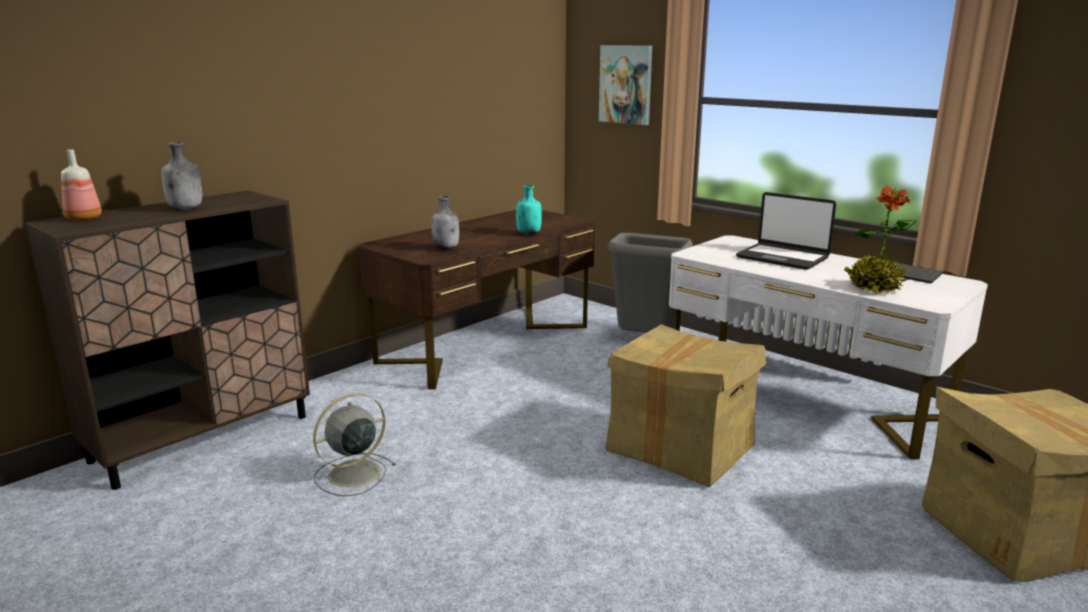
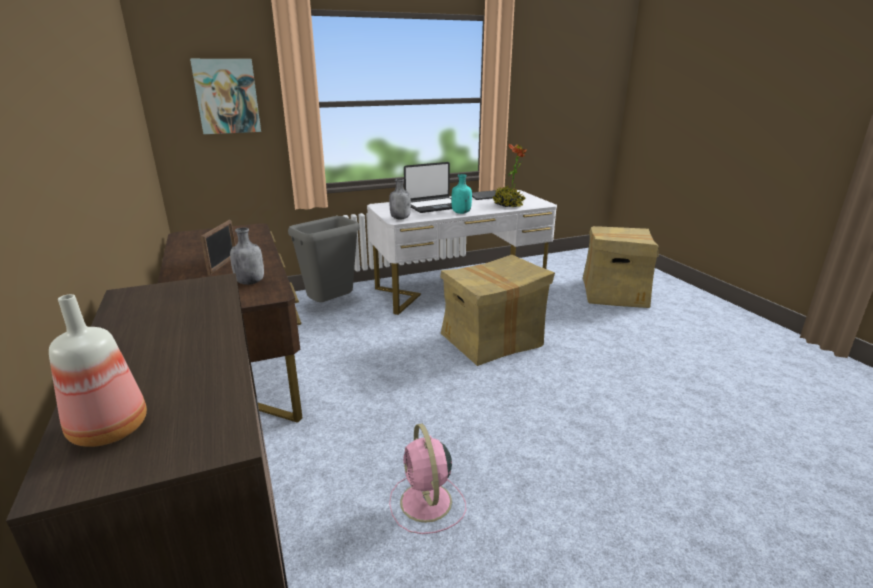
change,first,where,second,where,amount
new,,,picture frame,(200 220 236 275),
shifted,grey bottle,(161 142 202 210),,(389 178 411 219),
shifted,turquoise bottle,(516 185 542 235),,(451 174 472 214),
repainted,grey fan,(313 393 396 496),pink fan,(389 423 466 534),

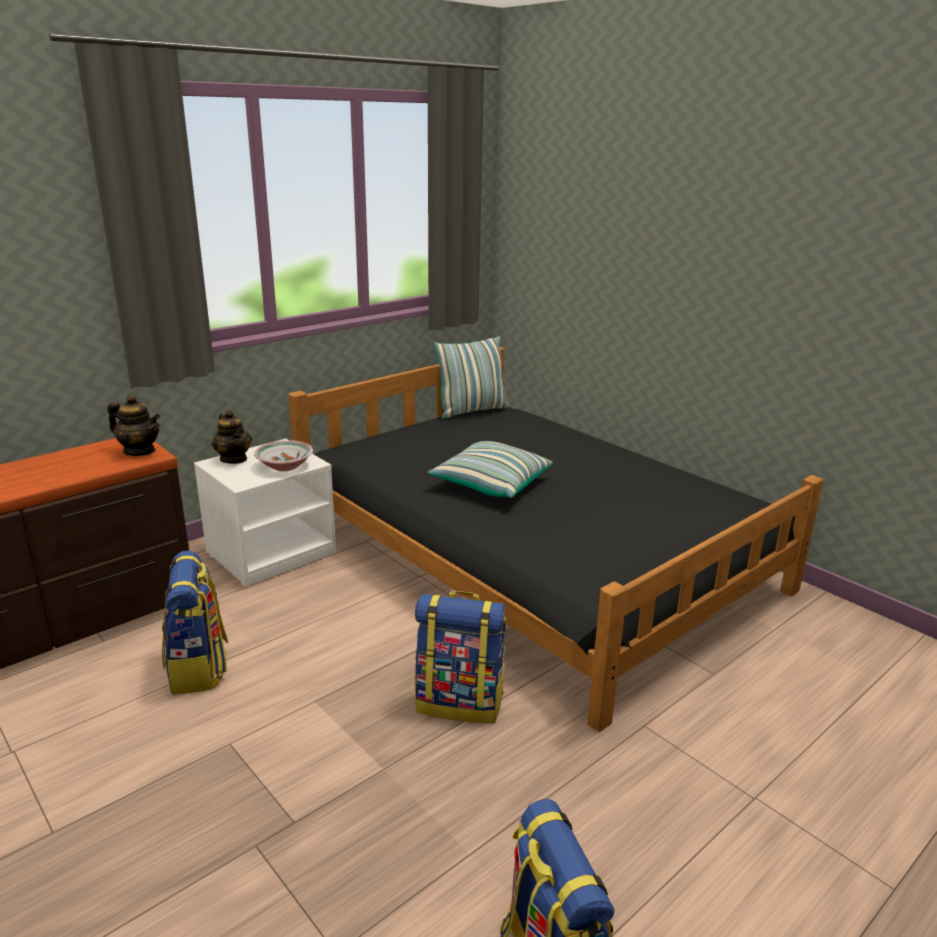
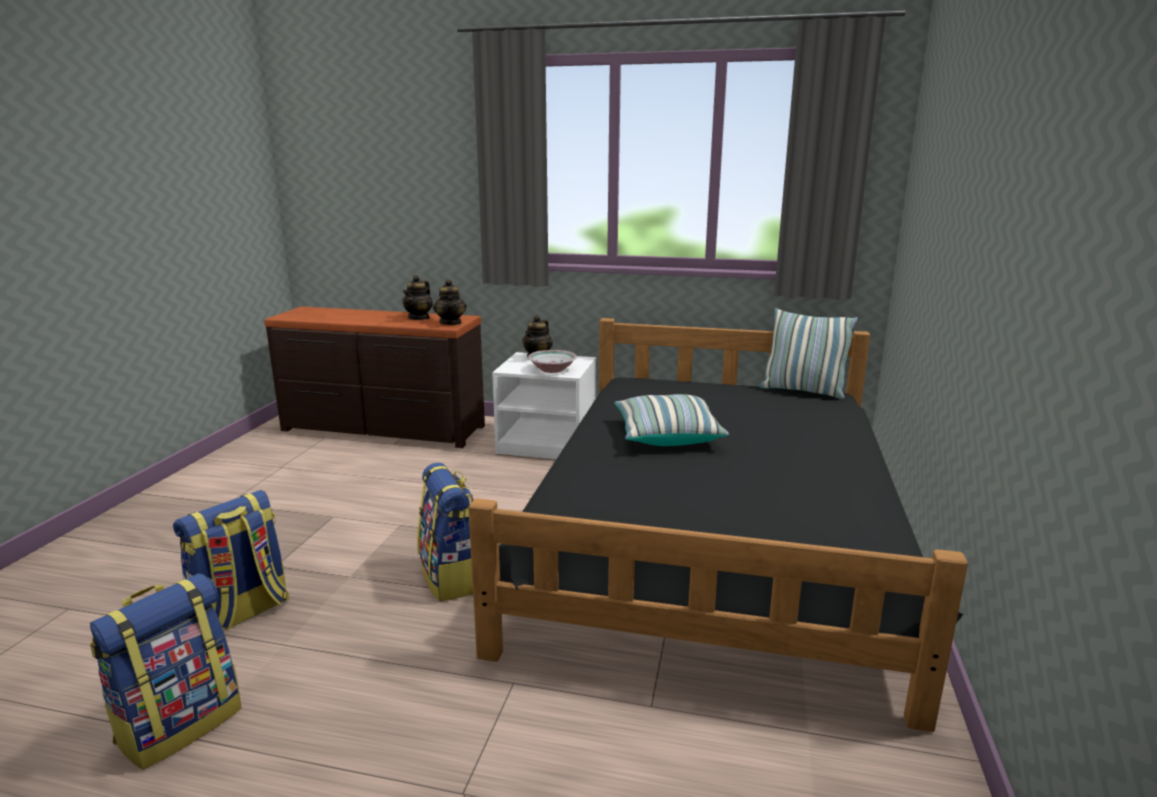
change,first,where,second,where,amount
new,,,teapot,(402 275 433 320),
shifted,backpack,(162 551 228 695),,(173 490 289 630),

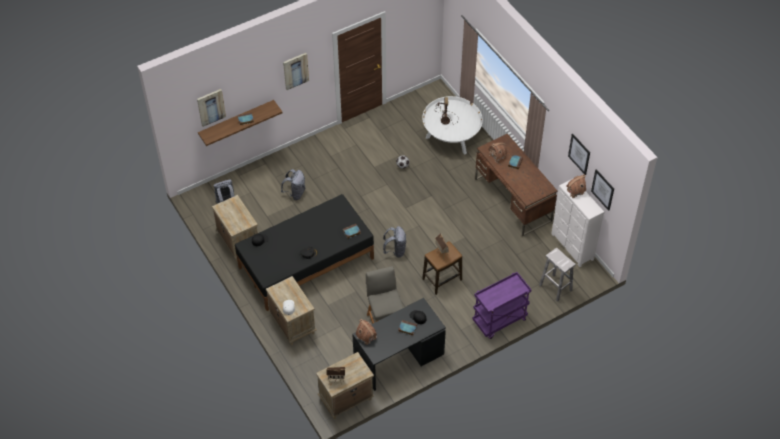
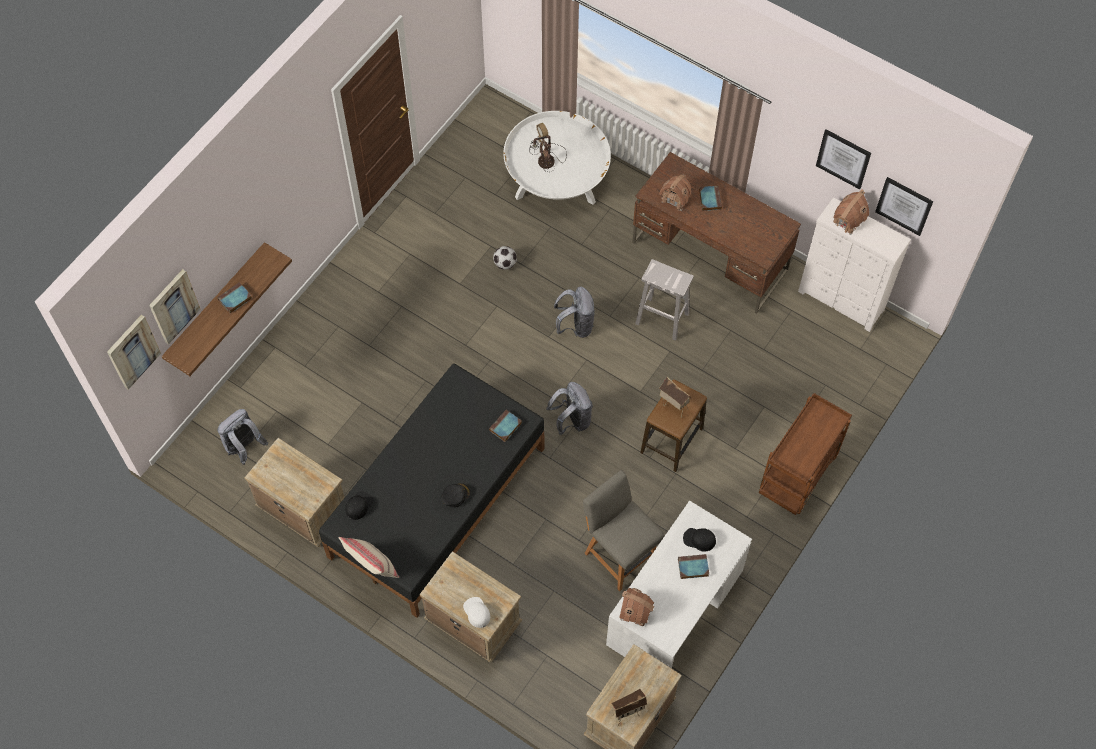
change,first,where,second,where,amount
new,,,beige pillow,(339 537 399 578),
shifted,grey backpack,(281 169 306 200),,(554 287 595 338),
shifted,picture,(283 53 309 90),,(107 315 161 390),
shifted,white stool,(539 248 576 302),,(635 259 694 341),
repainted,black desk,(352 298 446 391),white desk,(606 501 752 668),
repainted,purple cart,(473 272 532 339),brown cart,(759 393 852 515),

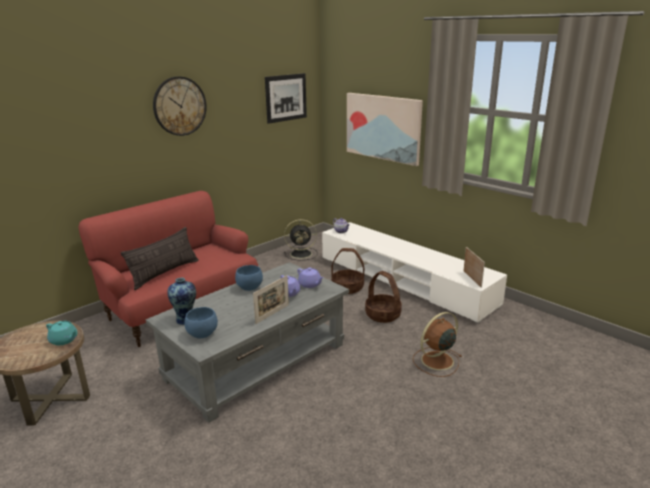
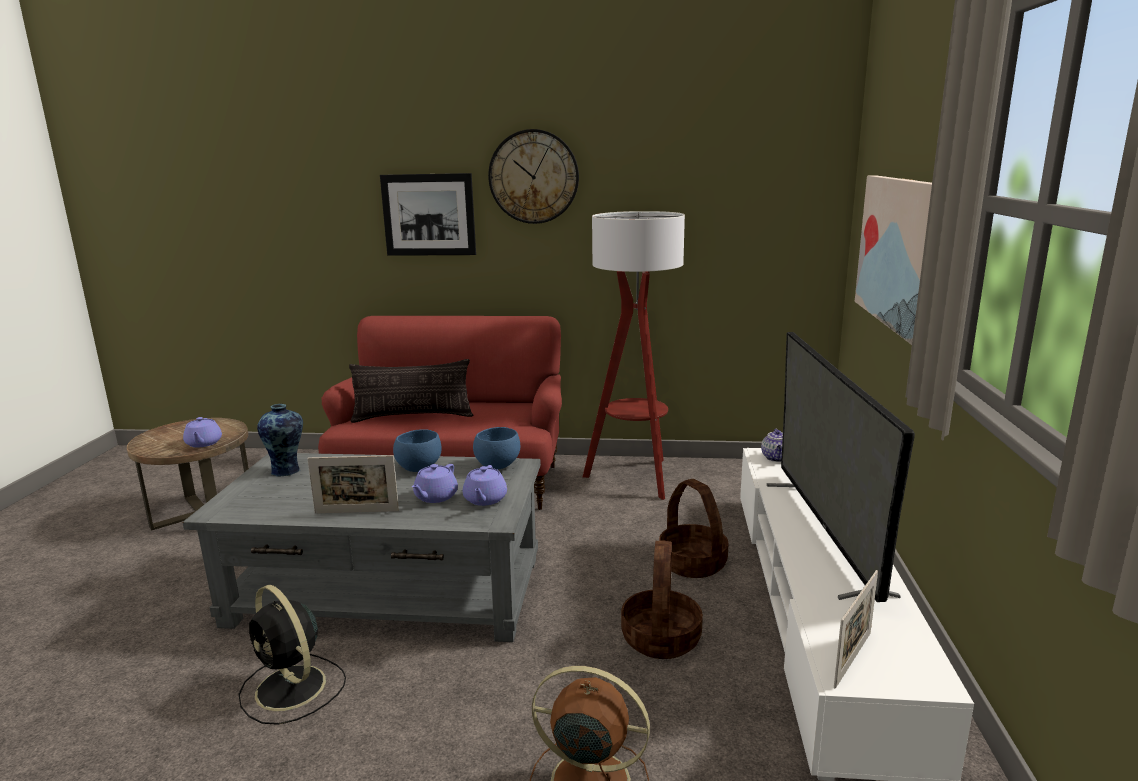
change,first,where,second,where,amount
new,,,floor lamp,(583 211 685 500),
new,,,television,(767 332 915 602),
shifted,blue bowl,(185 307 218 338),,(473 427 520 469),
shifted,picture,(265 73 307 124),,(380 173 476 256),
shifted,black fan,(284 219 318 260),,(239 585 346 725),
repainted,turquoise teapot,(46 321 77 345),purple teapot,(183 417 222 448),

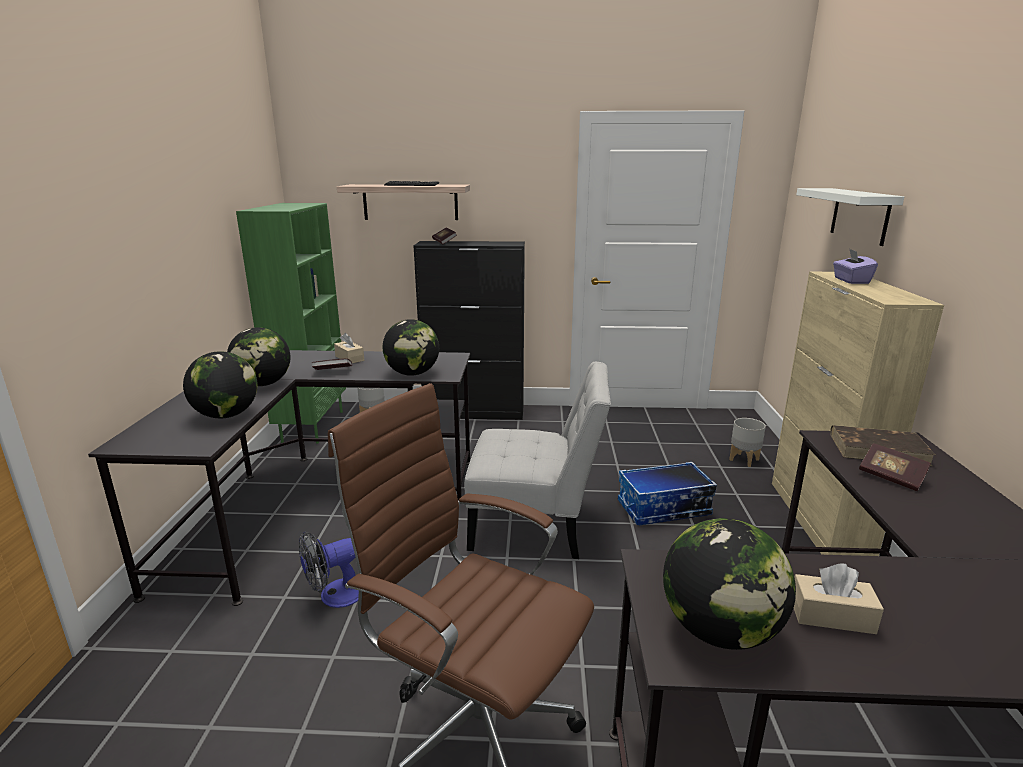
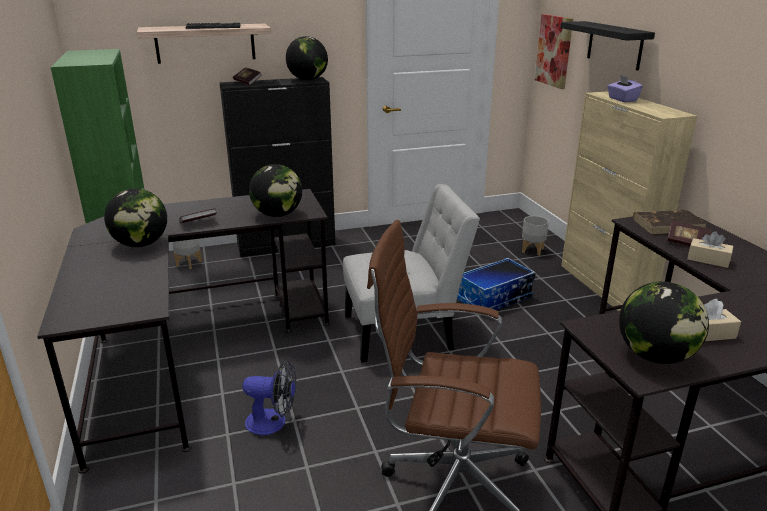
change,first,where,second,where,amount
new,,,picture,(535 14 573 89),
shifted,globe,(183 351 258 418),,(286 36 328 80),
shifted,beige tissue box,(334 333 364 363),,(687 231 733 268),
repainted,white shelf,(796 188 904 246),black shelf,(560 21 655 71),
rotated,fan,(299 532 359 608),,(242 361 296 435),120 degrees counterclockwise

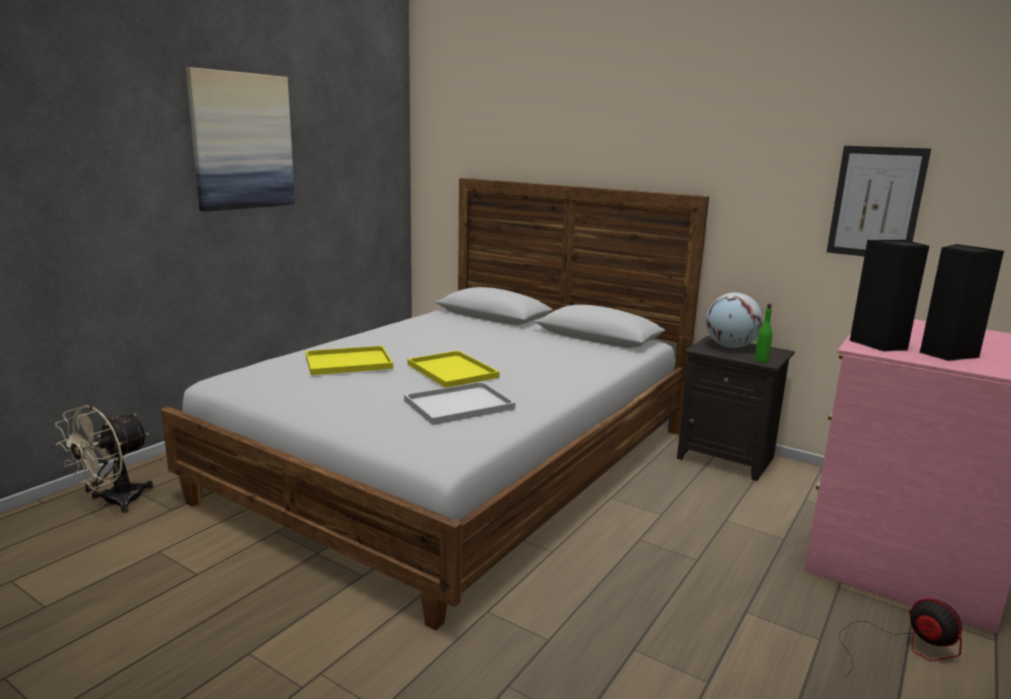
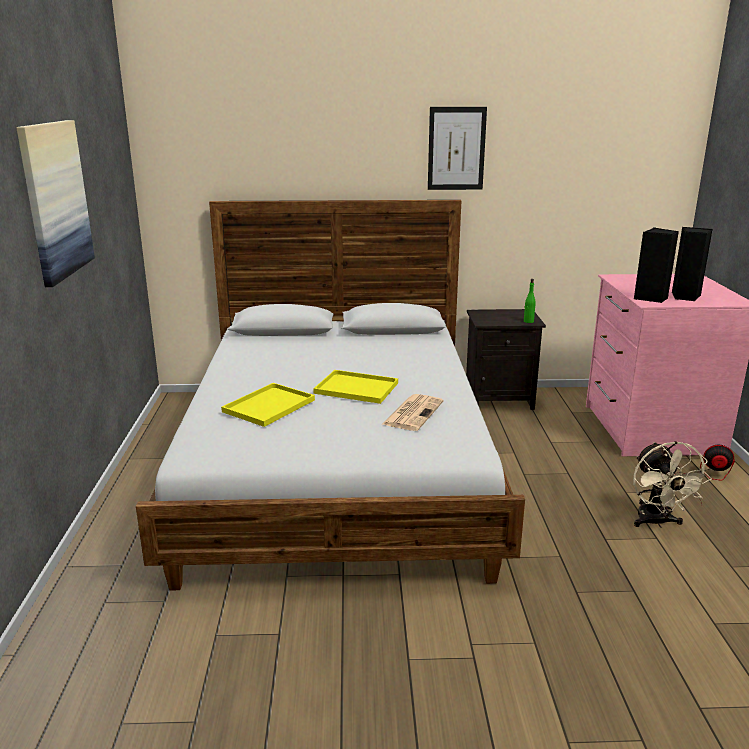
change,first,where,second,where,amount
gone,globe,(705 293 763 348),,,
shifted,beige fan,(55 405 153 513),,(633 441 712 528),
shifted,picture,(827 146 931 256),,(428 107 487 190),
swapped,white tray,(404 381 515 425),newspaper,(382 394 444 431),

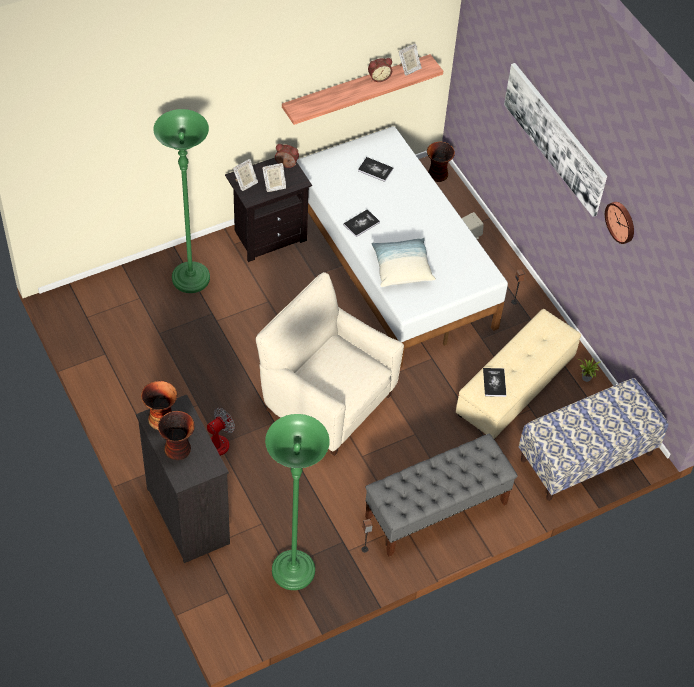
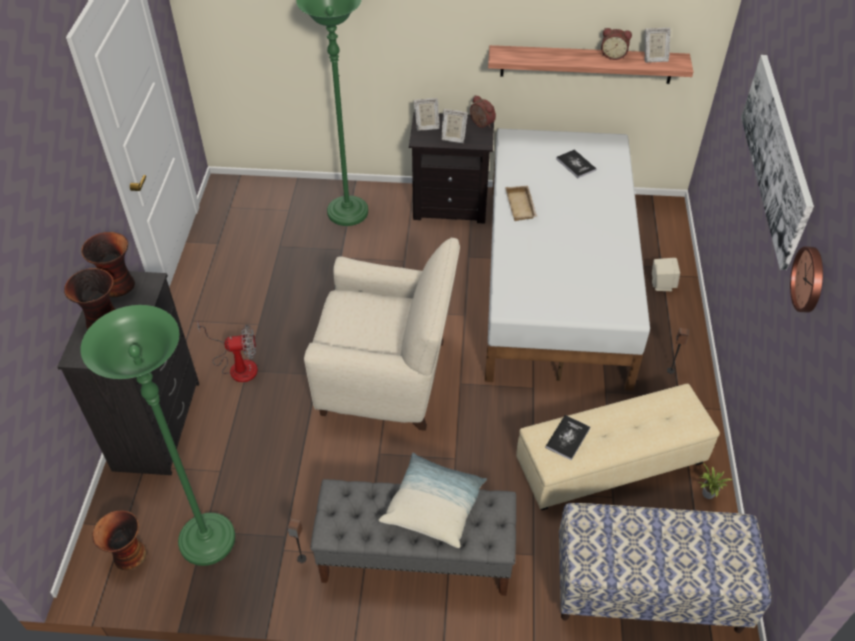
change,first,where,second,where,amount
shifted,pillow,(371 238 436 287),,(379 453 487 548),
shifted,vase,(427 142 455 182),,(92 510 147 570),
swapped,book,(343 209 380 237),beige tray,(505 186 537 221),
rotated,beige armchair,(256 272 404 456),,(304 238 460 431),120 degrees clockwise

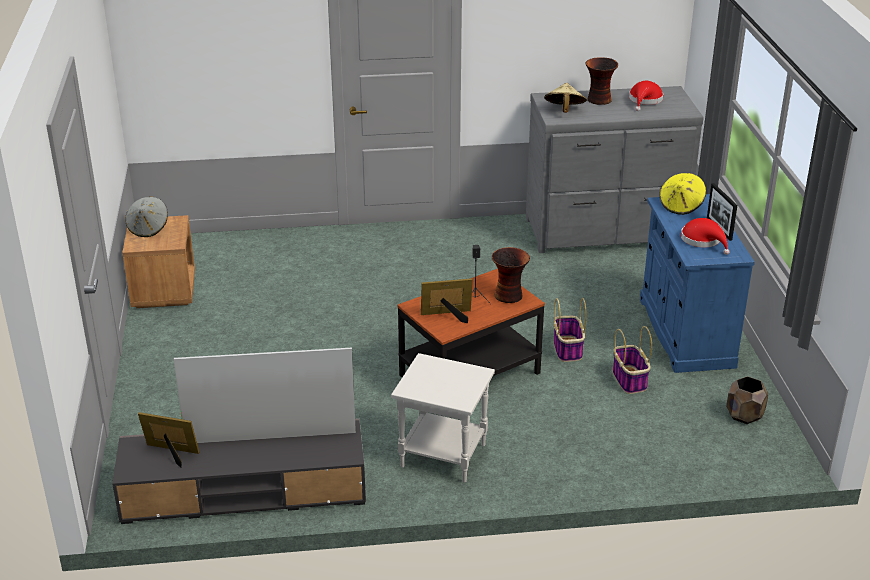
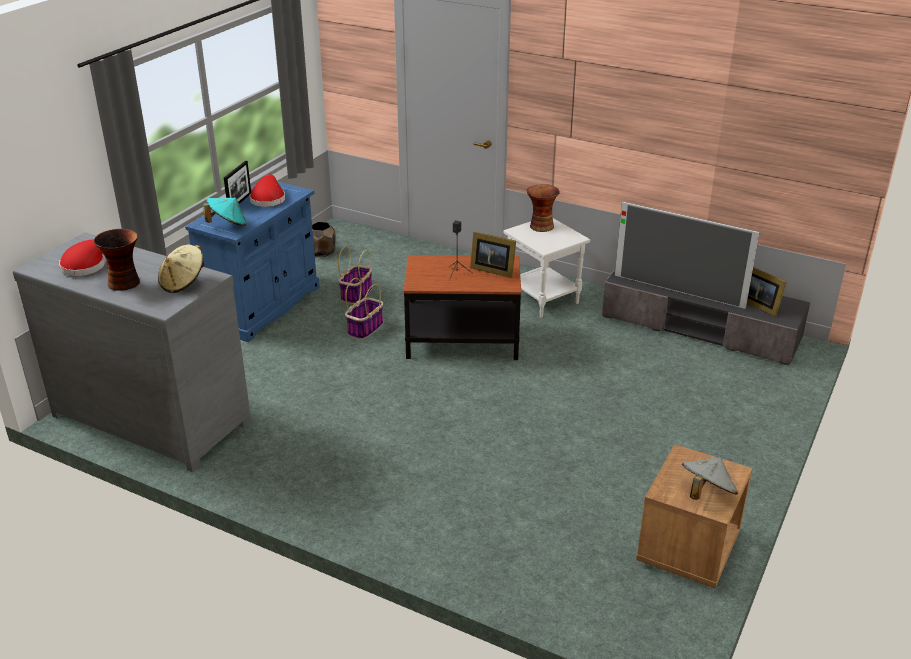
change,first,where,second,where,amount
shifted,vase,(492 247 530 303),,(527 184 560 232),
repainted,yellow hat,(660 173 706 215),turquoise hat,(203 198 246 226),

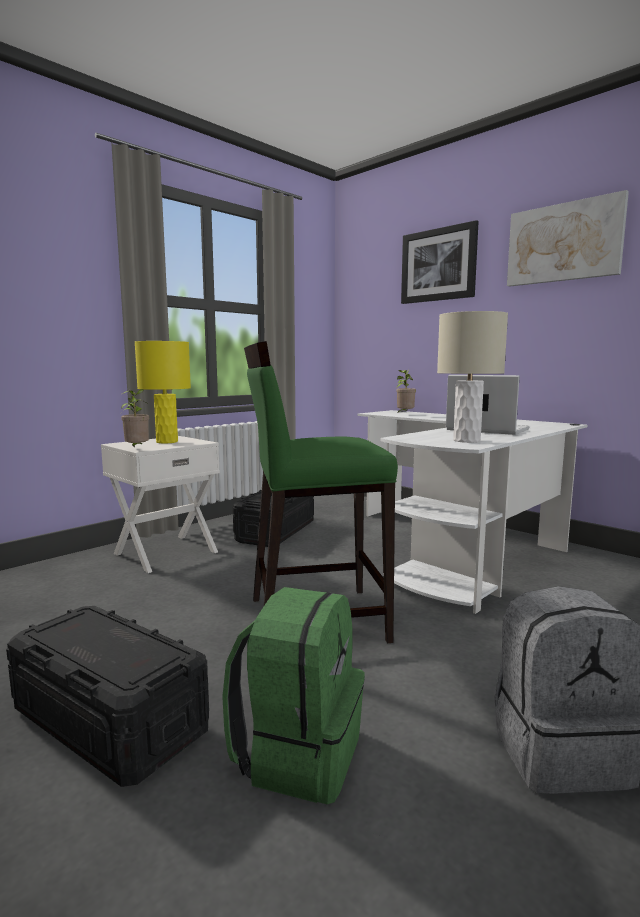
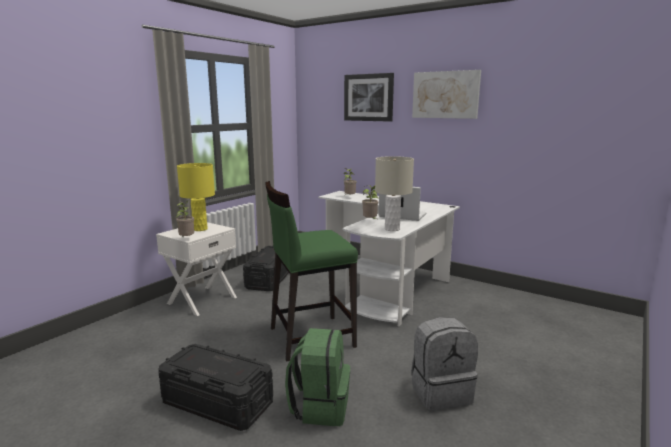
change,first,where,second,where,amount
new,,,potted plant,(362 185 378 219),

